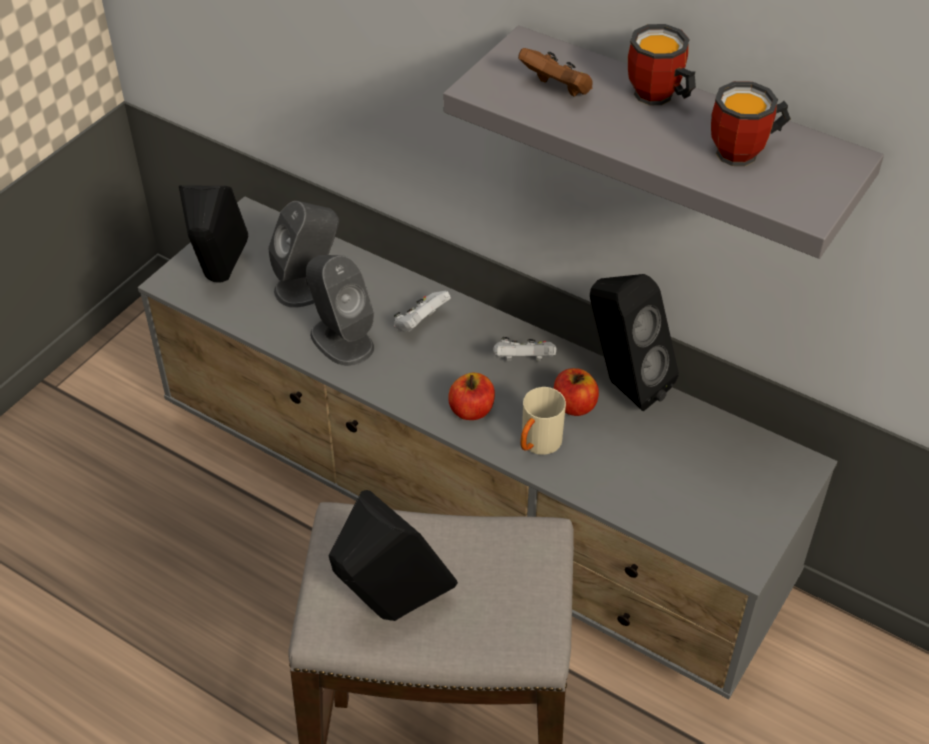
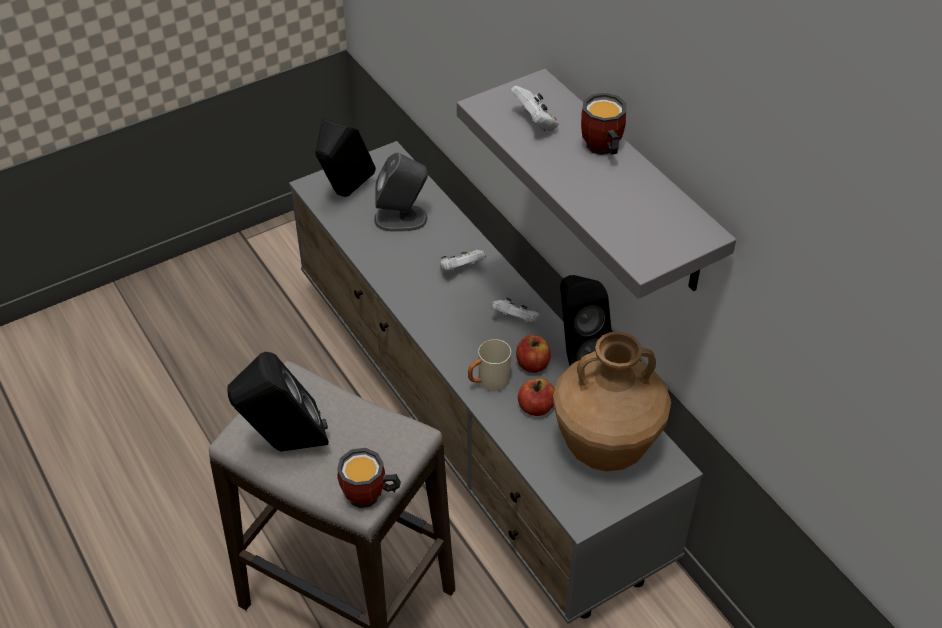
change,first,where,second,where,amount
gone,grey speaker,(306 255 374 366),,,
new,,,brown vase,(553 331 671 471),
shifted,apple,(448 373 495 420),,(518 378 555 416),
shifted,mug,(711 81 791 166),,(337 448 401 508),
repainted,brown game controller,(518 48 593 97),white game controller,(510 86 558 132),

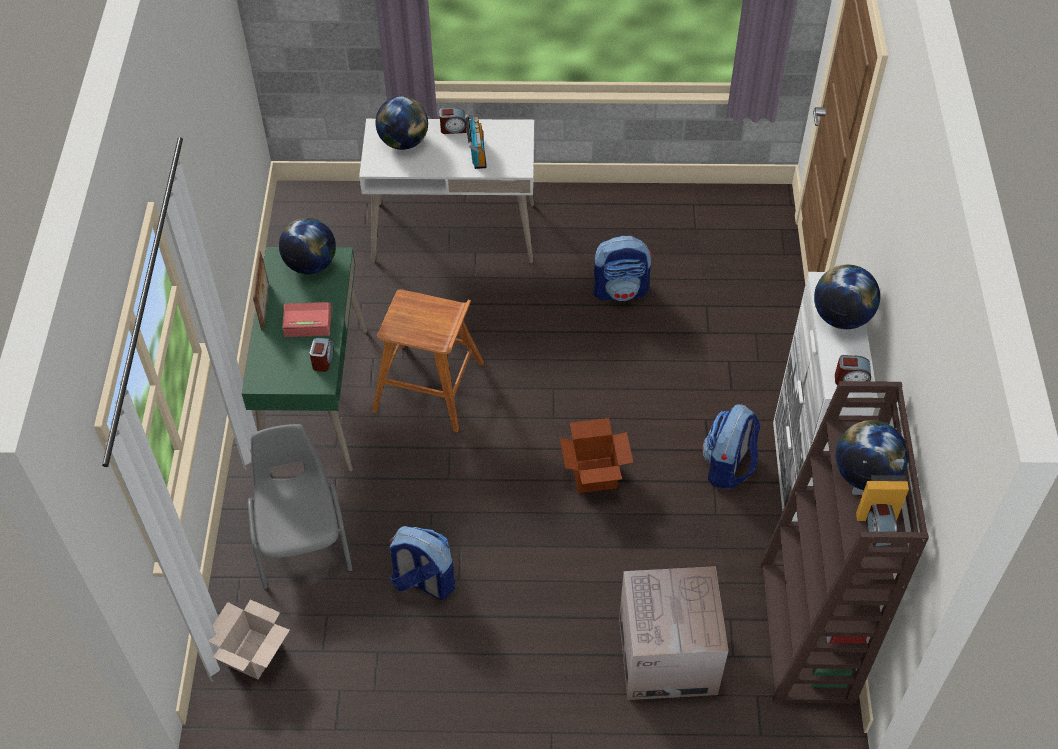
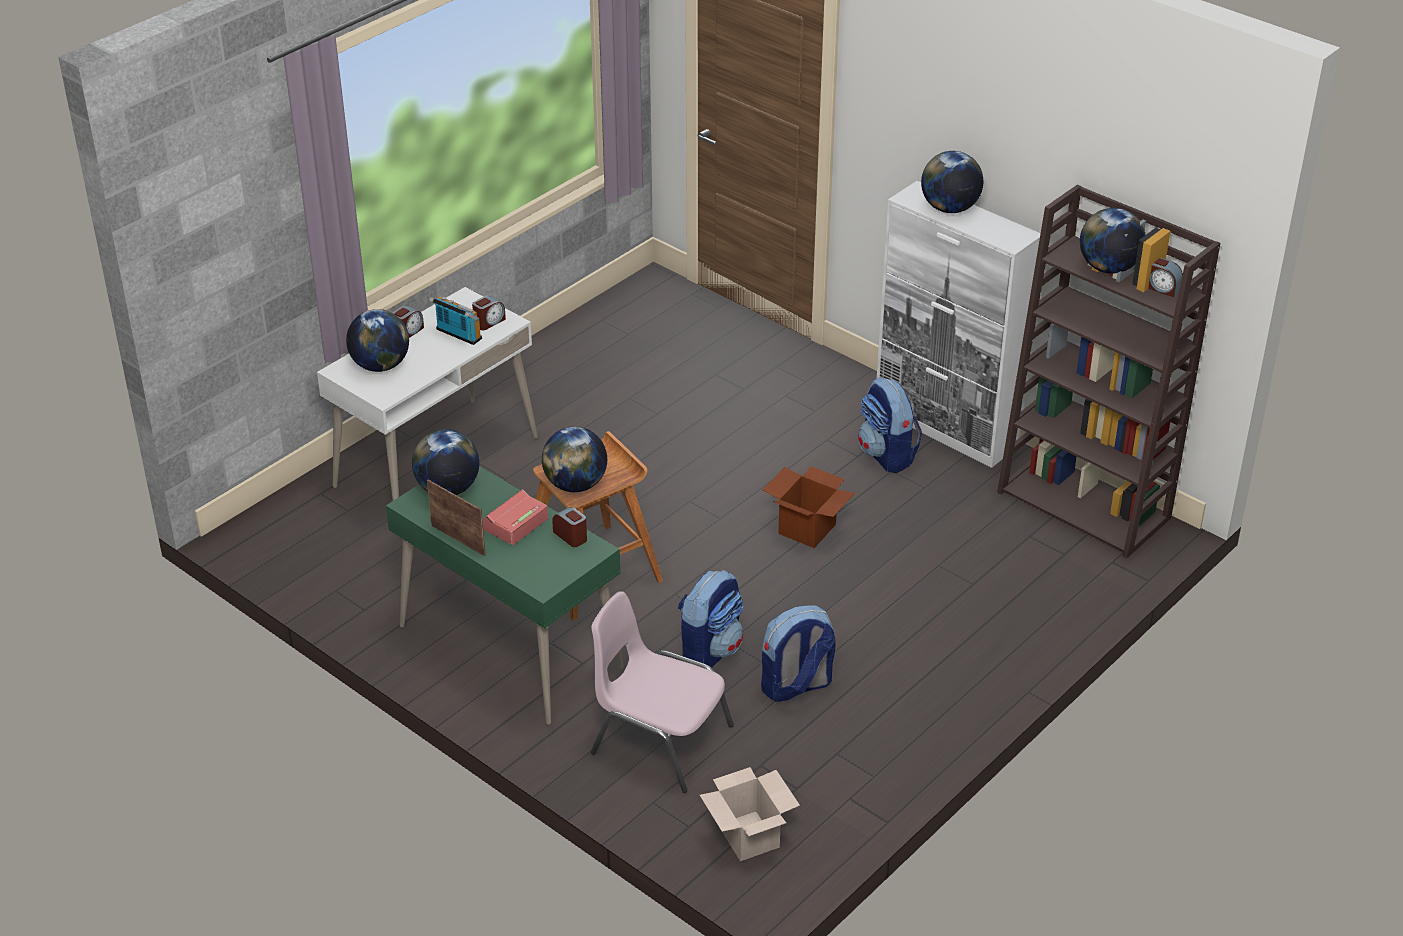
change,first,where,second,where,amount
gone,cardboard box,(619 566 728 700),,,
new,,,globe,(542 427 607 492),
shifted,backpack,(593 235 652 301),,(678 570 744 667),
shifted,alarm clock,(835 355 871 385),,(472 296 506 330),
repainted,grey chair,(248 424 353 589),pink chair,(591 591 734 793),

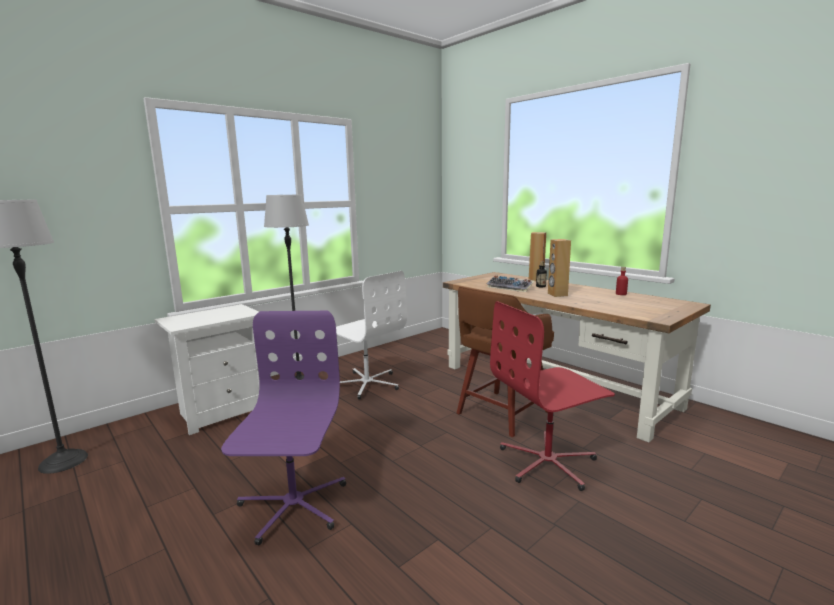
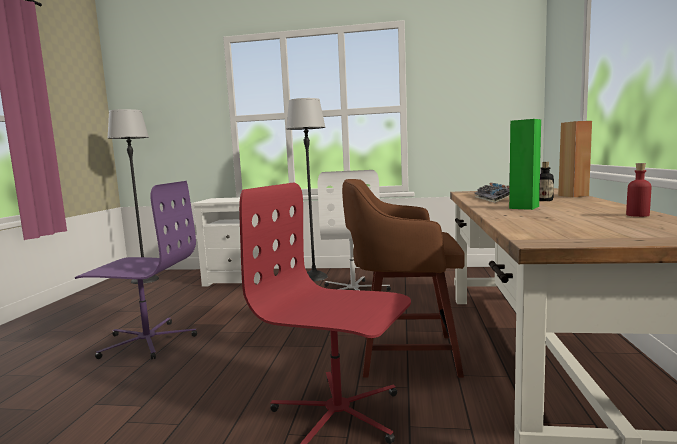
change,first,where,second,where,amount
repainted,brown speaker,(548 239 571 297),green speaker,(509 119 541 210),
rotated,purple office chair,(221 311 346 545),,(75 181 197 360),45 degrees clockwise

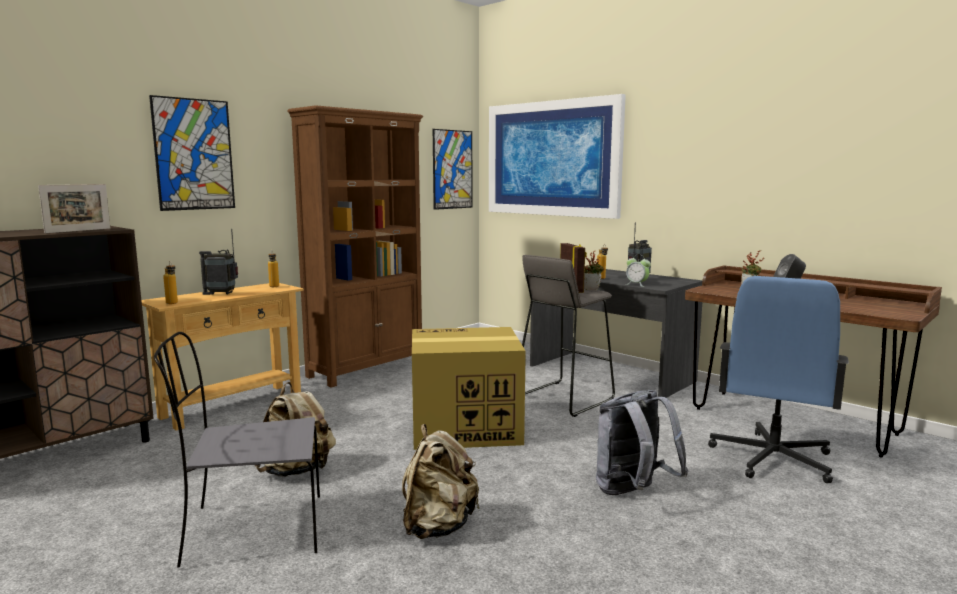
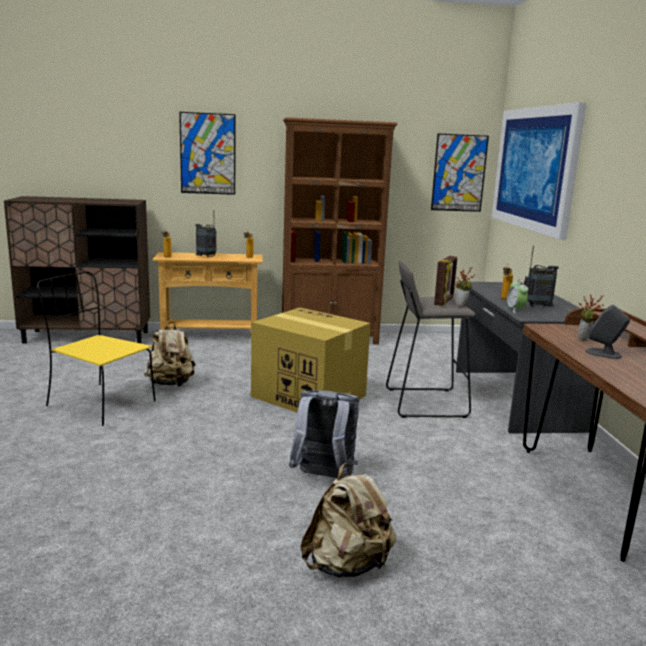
change,first,where,second,where,amount
gone,picture frame,(38 184 111 233),,,
gone,blue office chair,(708 276 849 483),,,
shifted,beige backpack,(402 424 480 539),,(300 463 396 577),
repainted,grey chair,(154 332 320 568),yellow chair,(37 271 156 426),

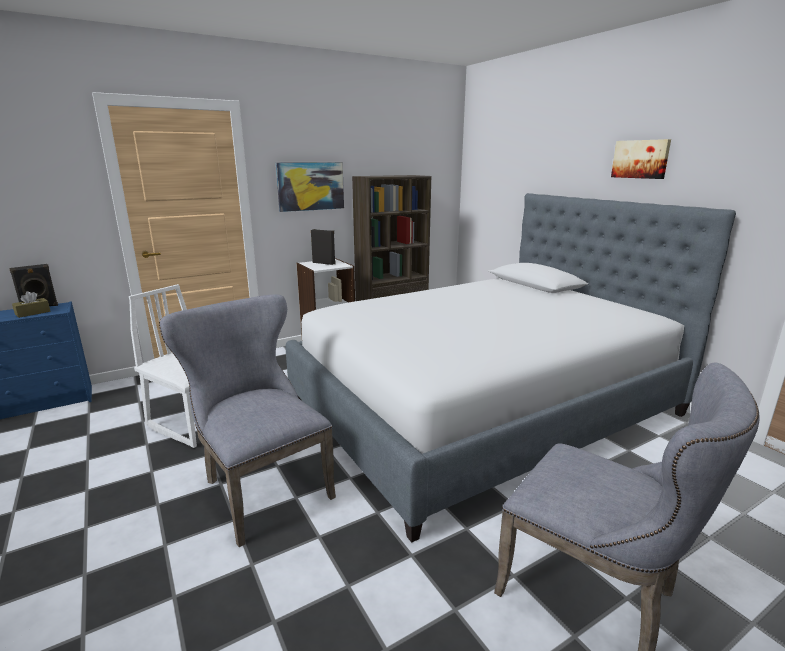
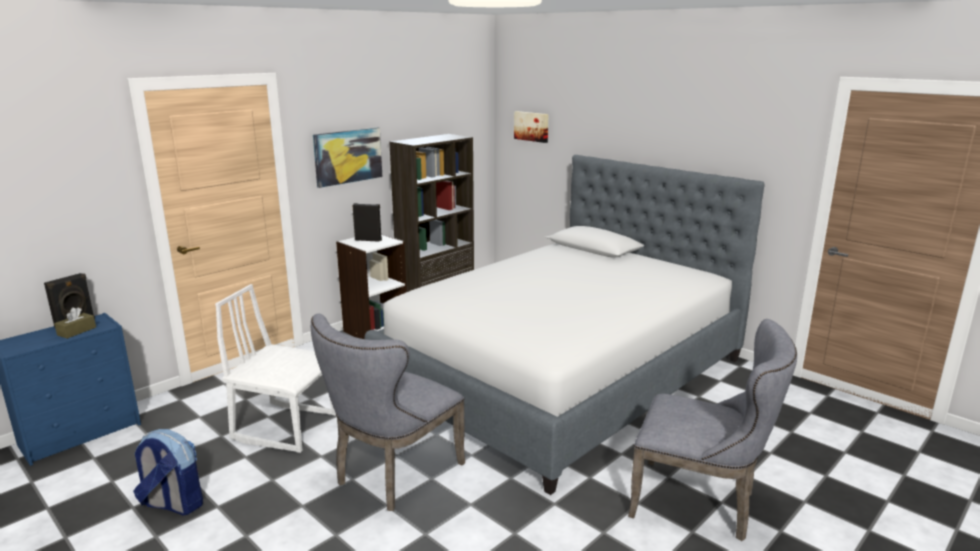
change,first,where,second,where,amount
new,,,backpack,(133 429 203 516),
shifted,picture,(611 139 671 179),,(514 111 549 143),
rotated,grey chair,(159 294 336 547),,(311 313 465 511),90 degrees counterclockwise

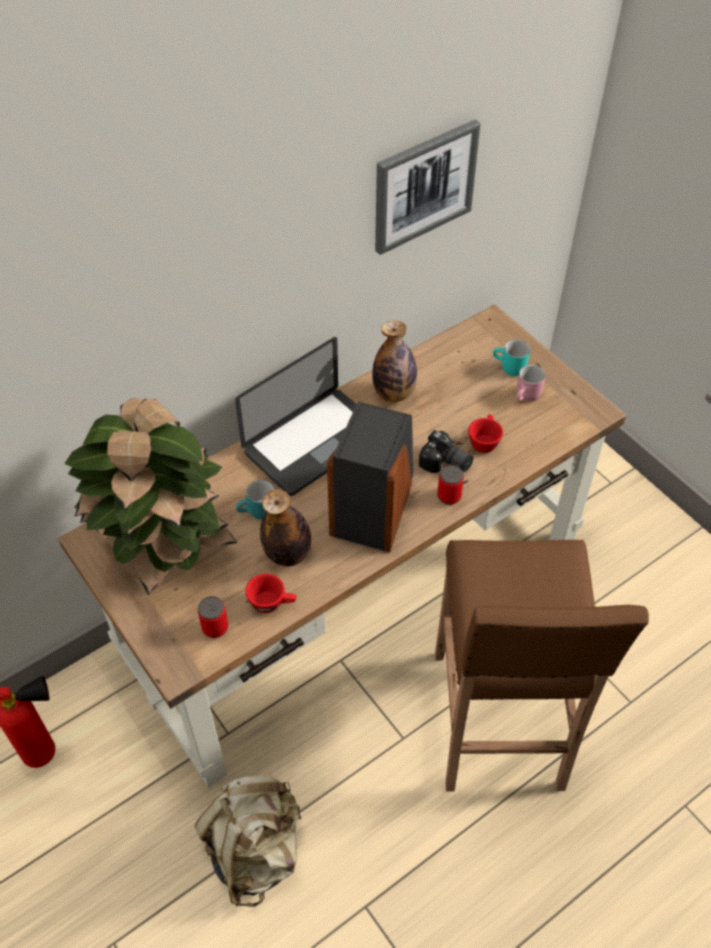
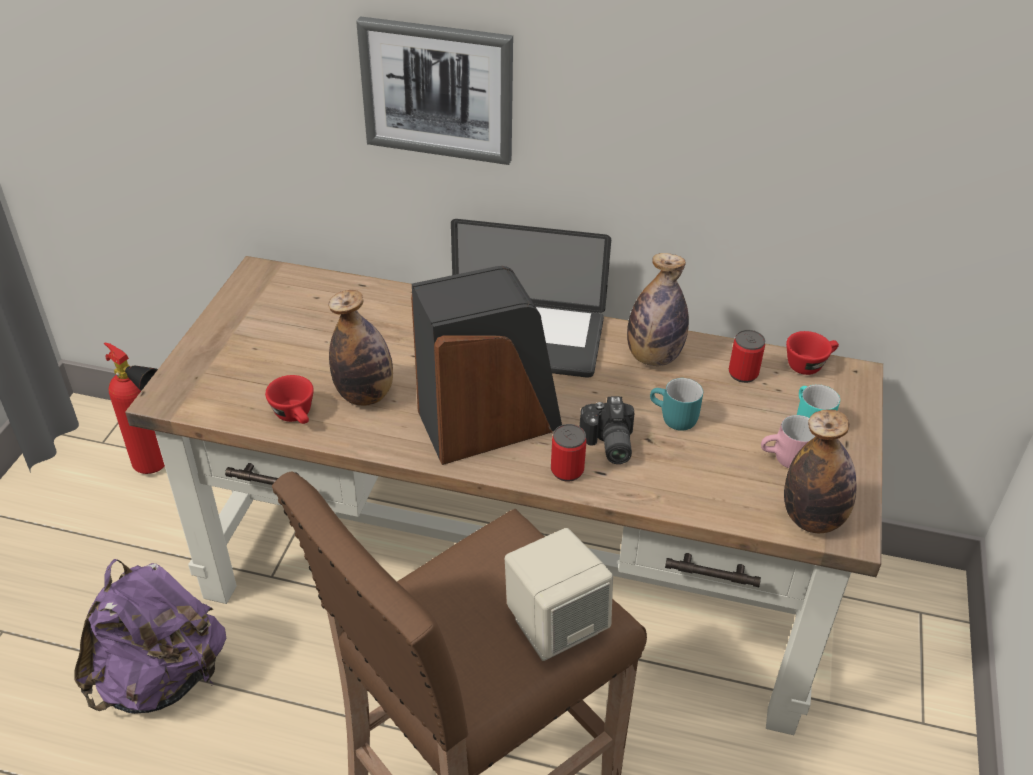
change,first,where,second,where,amount
gone,potted plant,(64 398 237 595),,,
new,,,beige speaker,(505 528 613 661),
new,,,bottle,(784 409 856 533),
shifted,can,(198 596 228 638),,(729 330 765 383),
shifted,turquoise mug,(236 480 275 520),,(650 378 703 431),
shifted,picture,(375 119 481 255),,(356 16 513 165),
shifted,red cup,(468 414 503 453),,(786 331 839 375),
repainted,beige backpack,(194 775 302 907),purple backpack,(74 559 226 714),

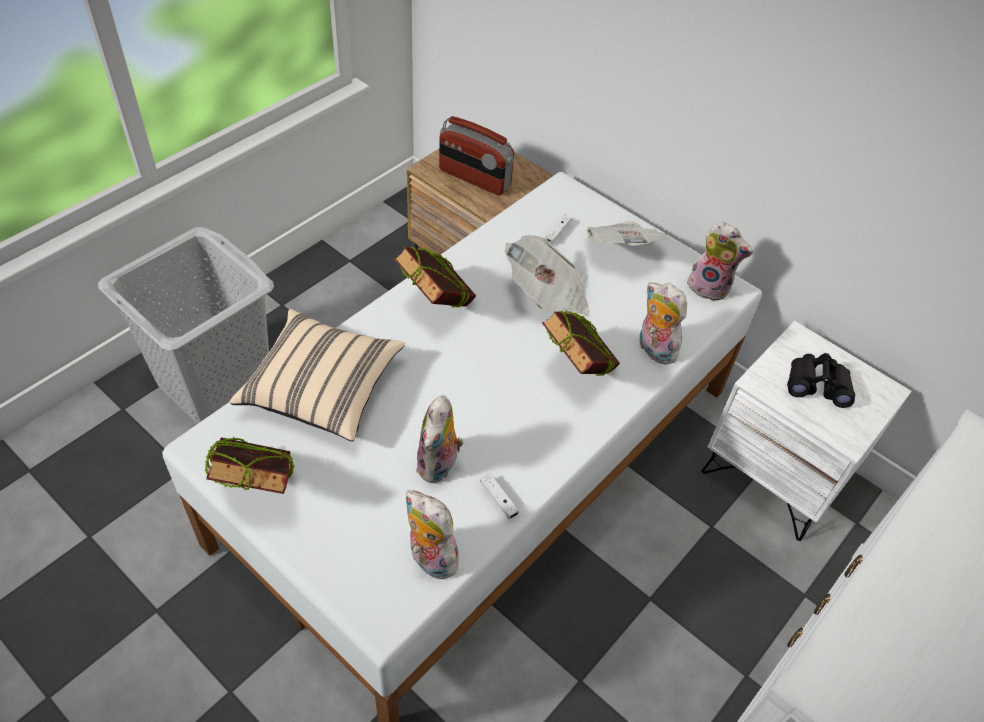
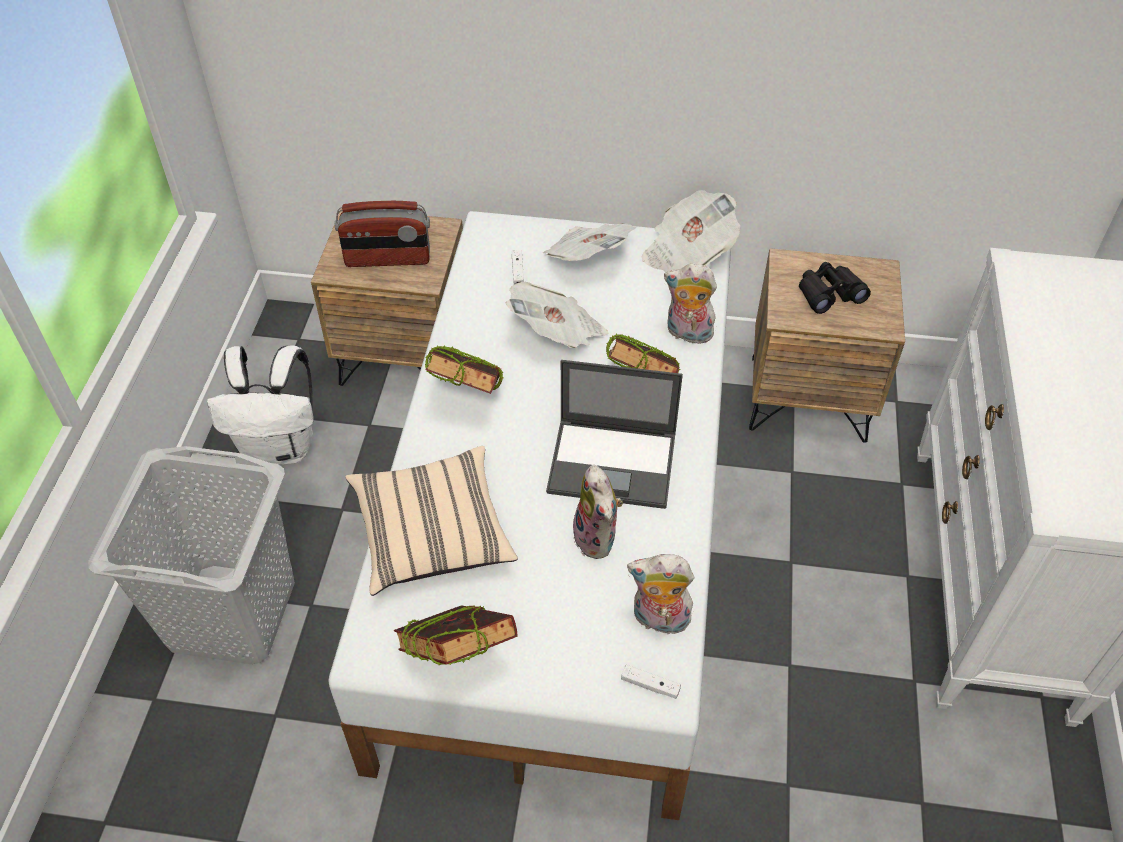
change,first,where,second,where,amount
new,,,white backpack,(207 345 314 465),
new,,,laptop,(546 360 683 509),
shifted,white game controller,(480 473 519 519),,(621 665 681 699),
swapped,plush toy,(687 222 753 301),newspaper,(642 190 740 272),
repainted,white nightstand,(701 321 912 541),brown nightstand,(749 248 905 443),

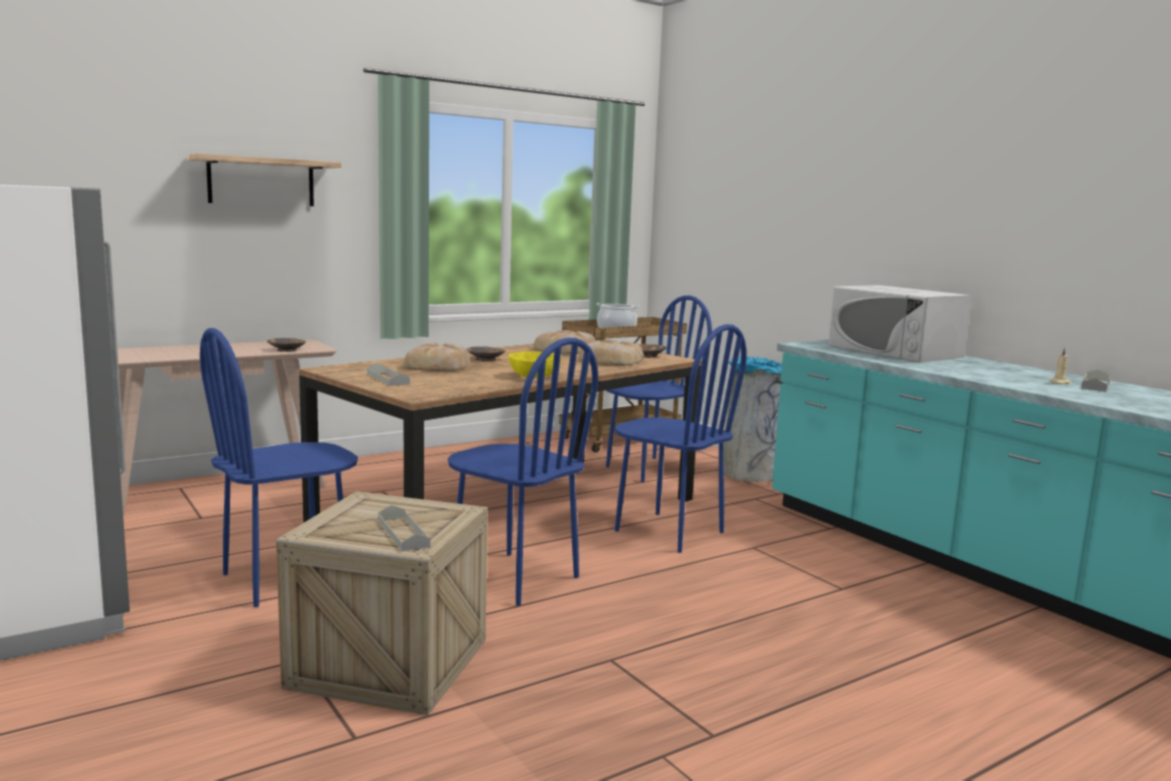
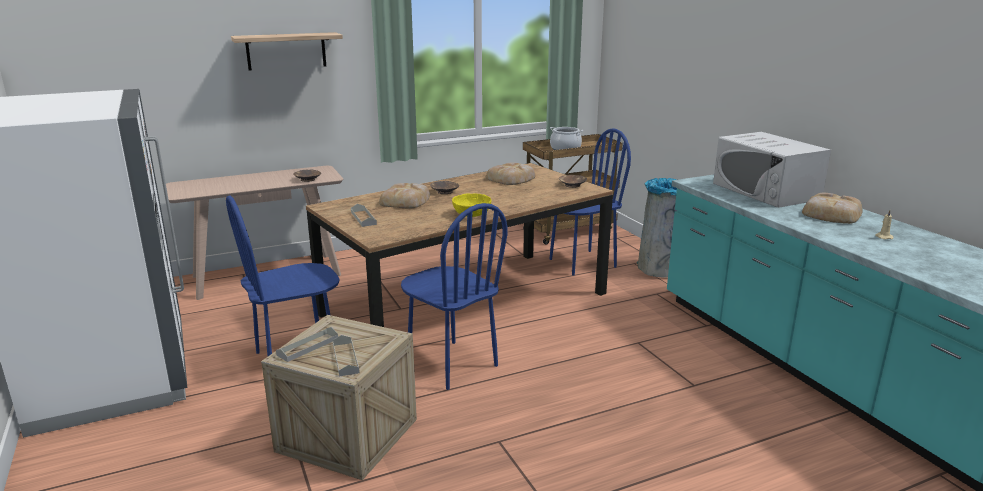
change,first,where,second,where,amount
gone,blue chair,(614 324 747 553),,,
shifted,bread,(578 340 644 366),,(802 193 863 224),
shifted,grey tray,(1081 369 1110 392),,(276 327 338 362),

